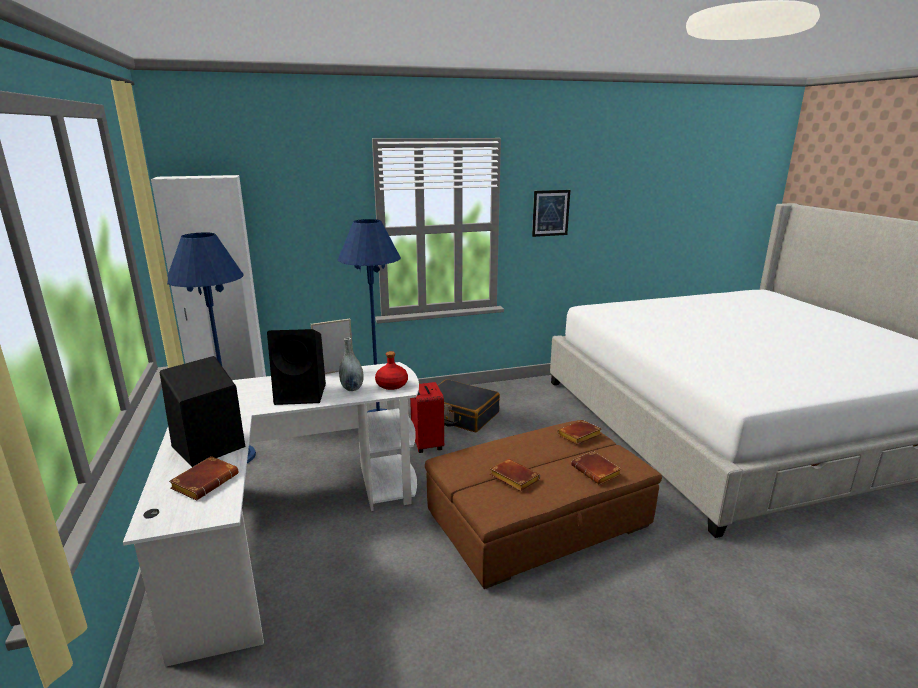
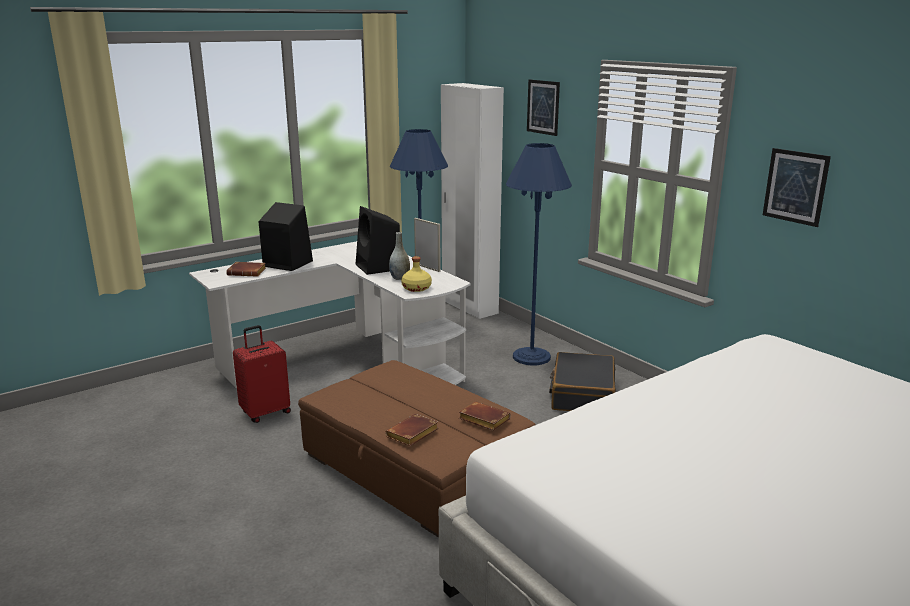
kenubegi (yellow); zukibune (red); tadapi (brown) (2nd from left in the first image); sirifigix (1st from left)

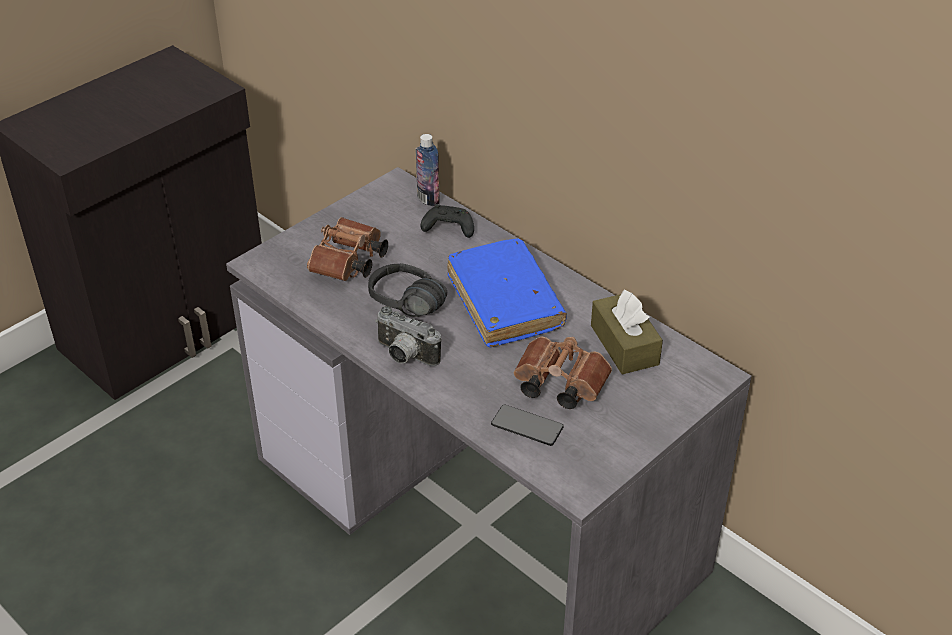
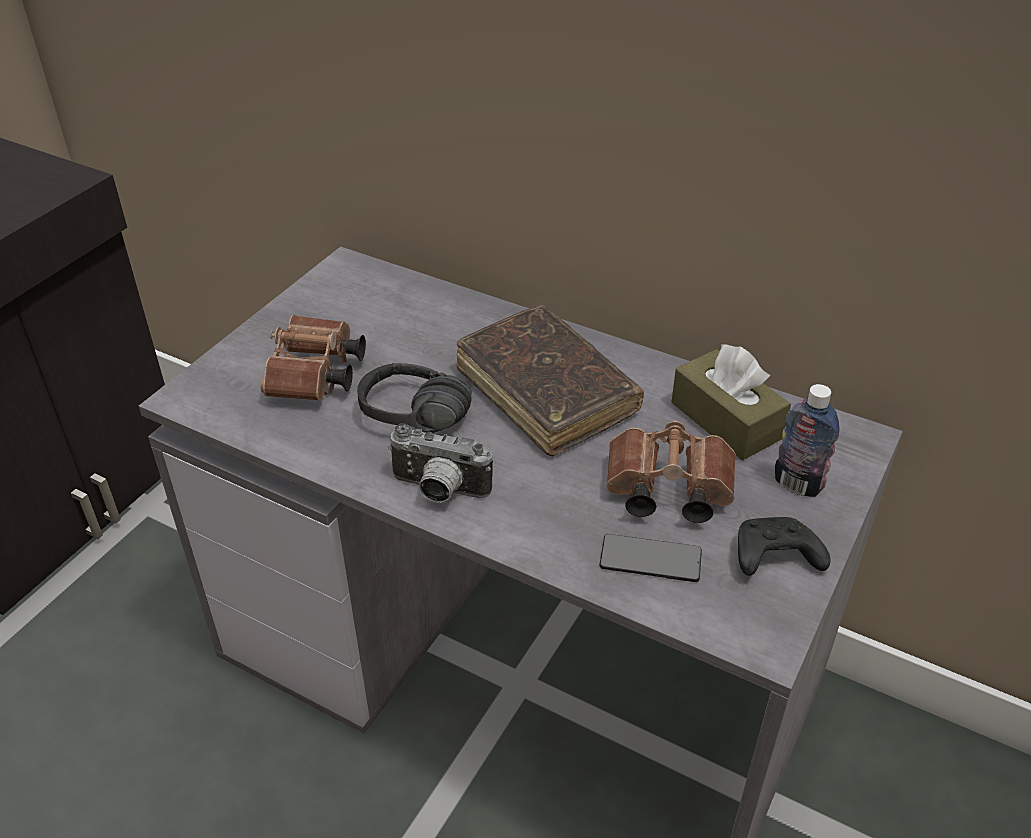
kenubegi; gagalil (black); tadapi (brown)

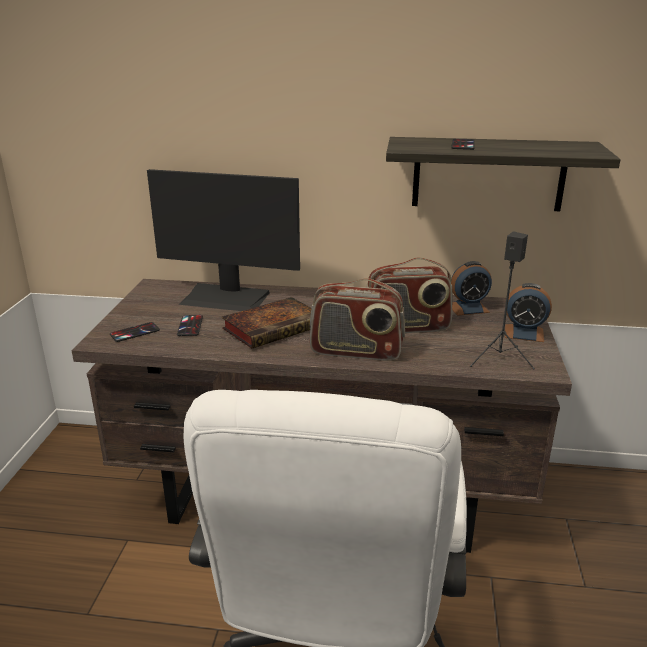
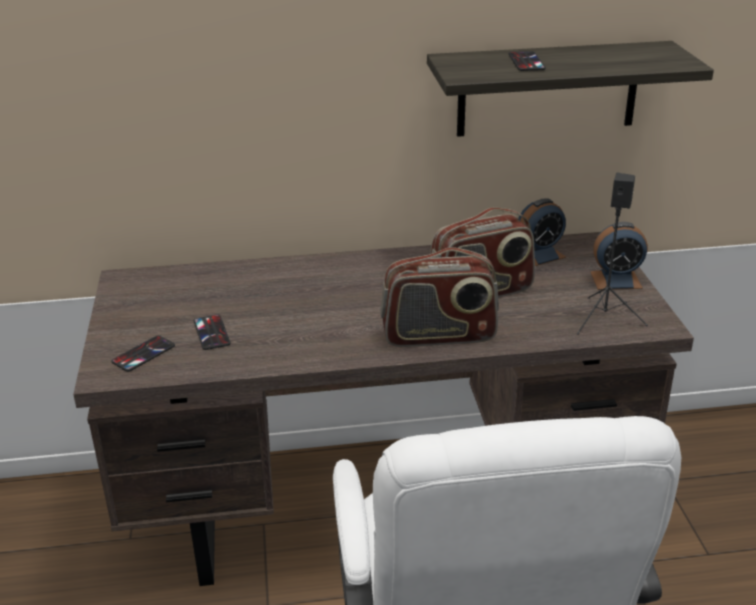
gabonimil; tadapi

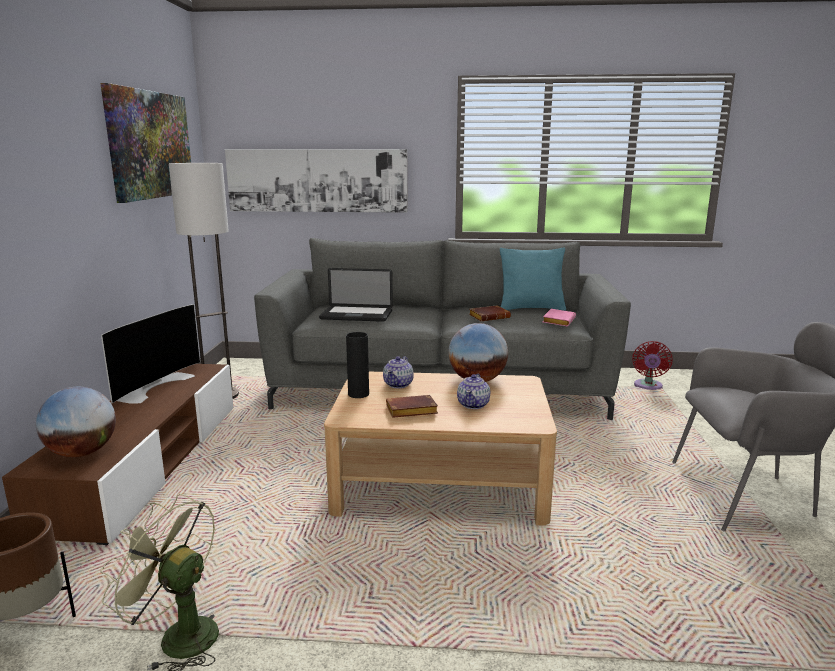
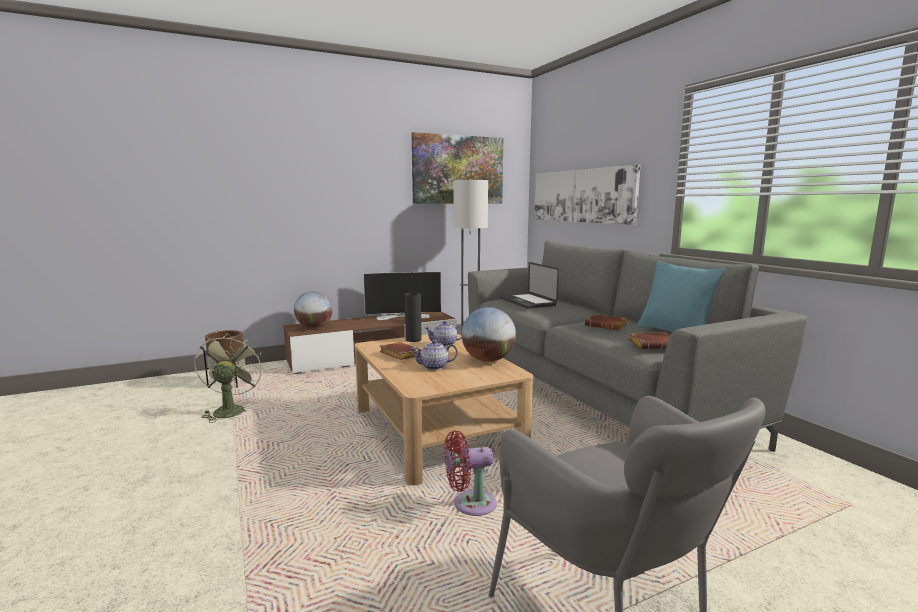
tadapi (brown) (3rd from left); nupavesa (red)

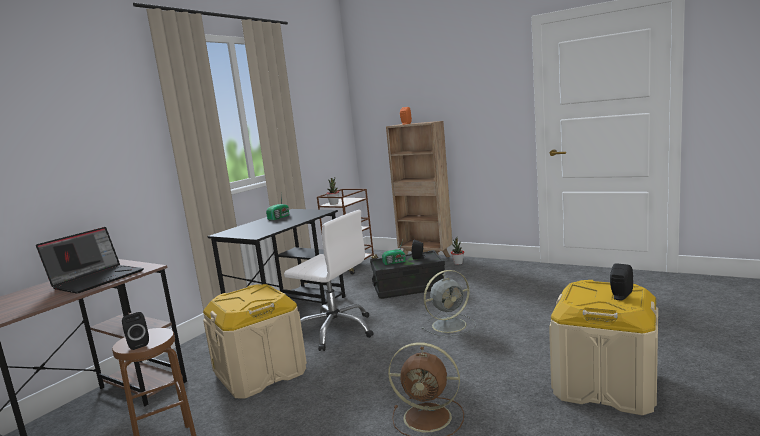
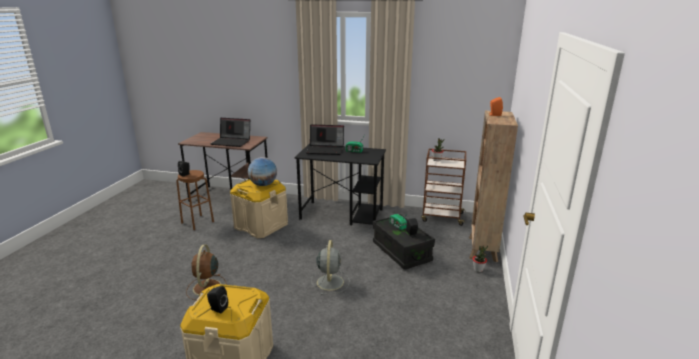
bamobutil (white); nupavesa (grey); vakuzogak (2nd from left); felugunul

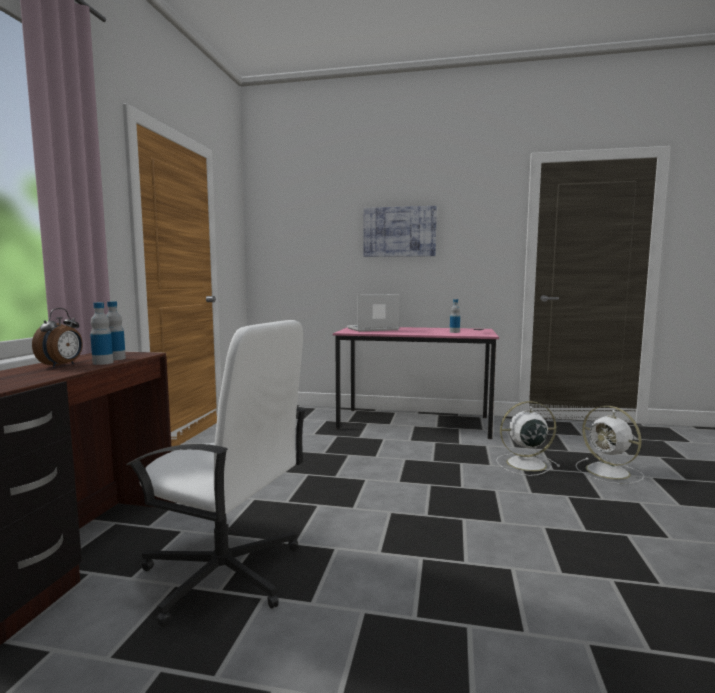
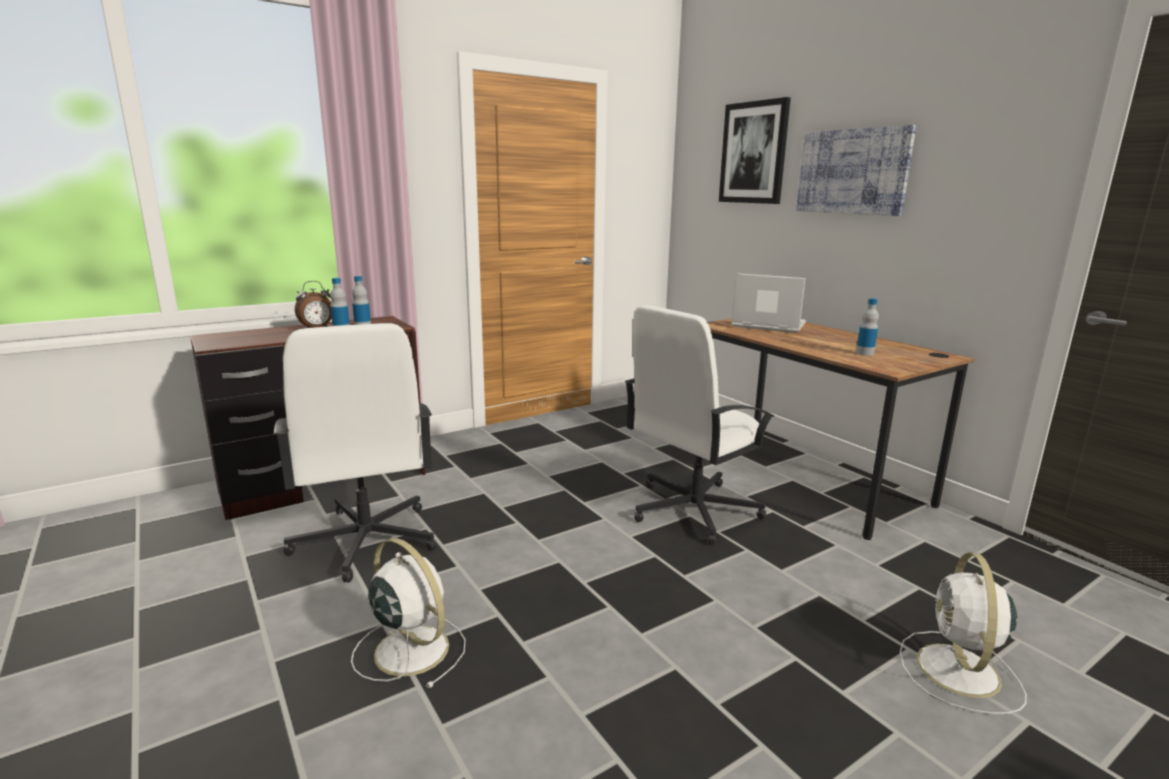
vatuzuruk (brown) (2nd from left); nupavesa (white) (1st from left); sirifigix (1st from left); bamobutil (white) (2nd from left)

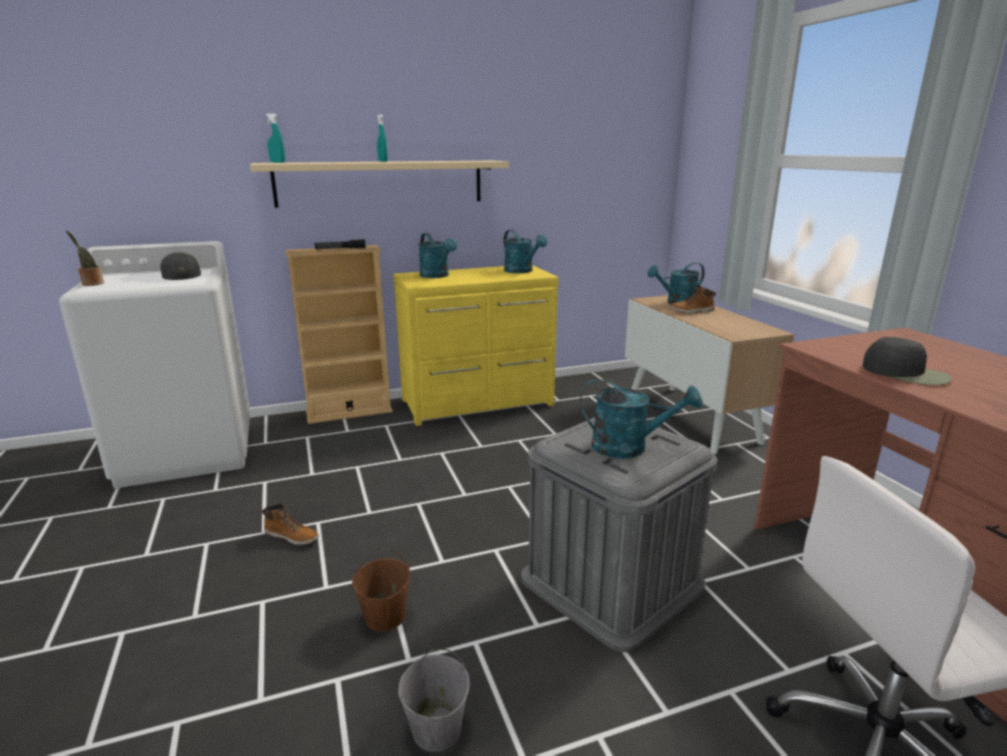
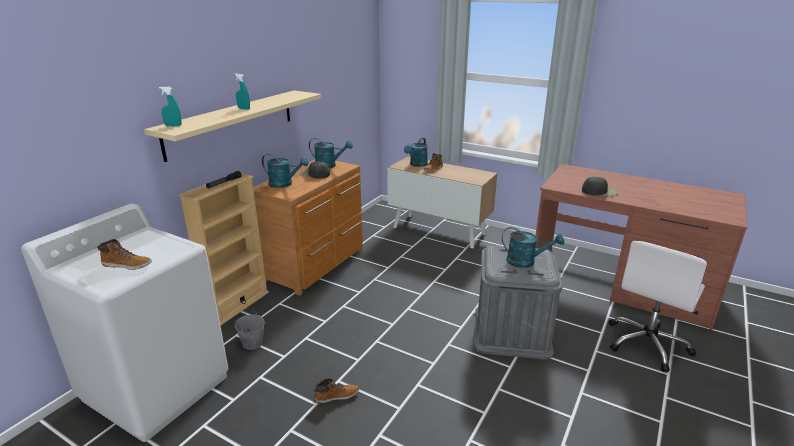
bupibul; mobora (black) (1st from left); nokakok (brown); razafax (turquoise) (4th from left); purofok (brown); purofok (grey); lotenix (1st from left)

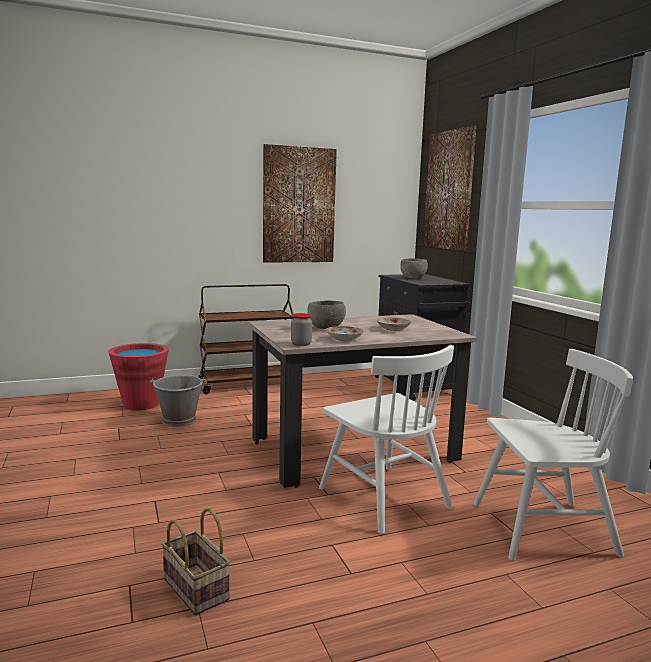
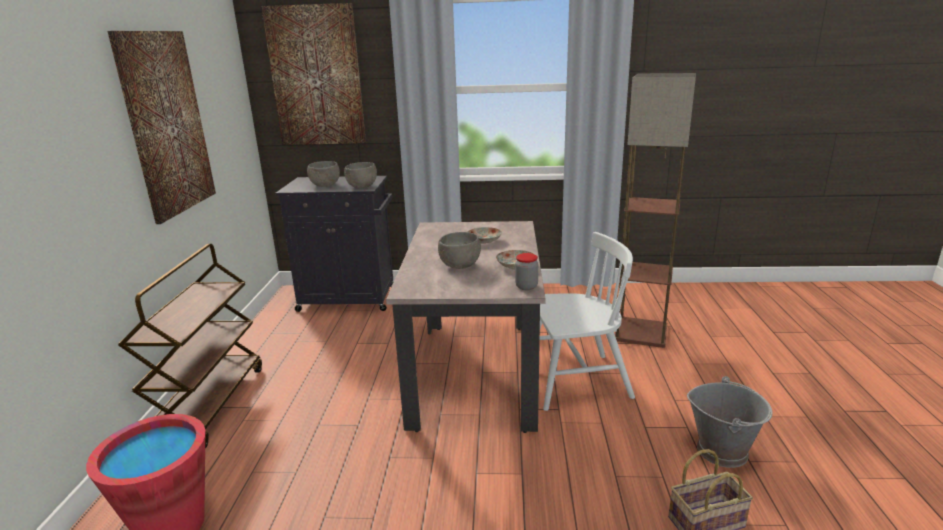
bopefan; purofok (grey); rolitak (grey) (2nd from left)

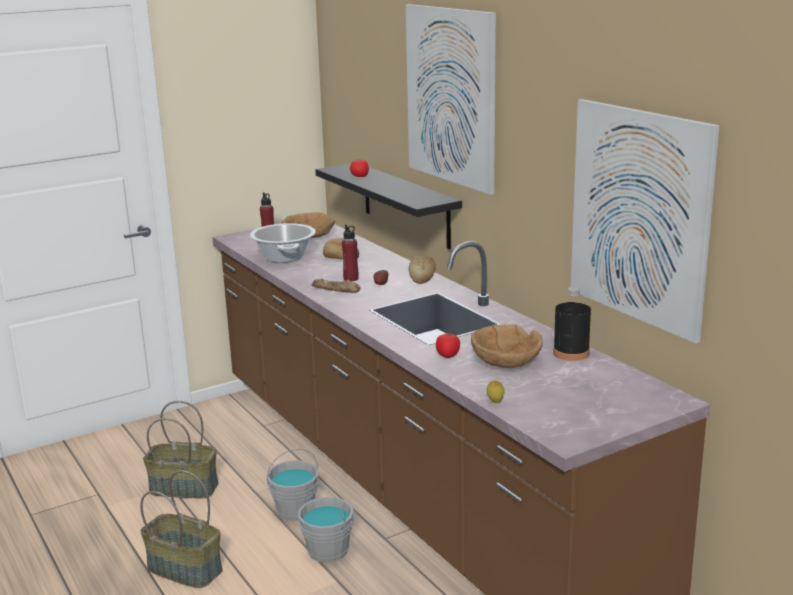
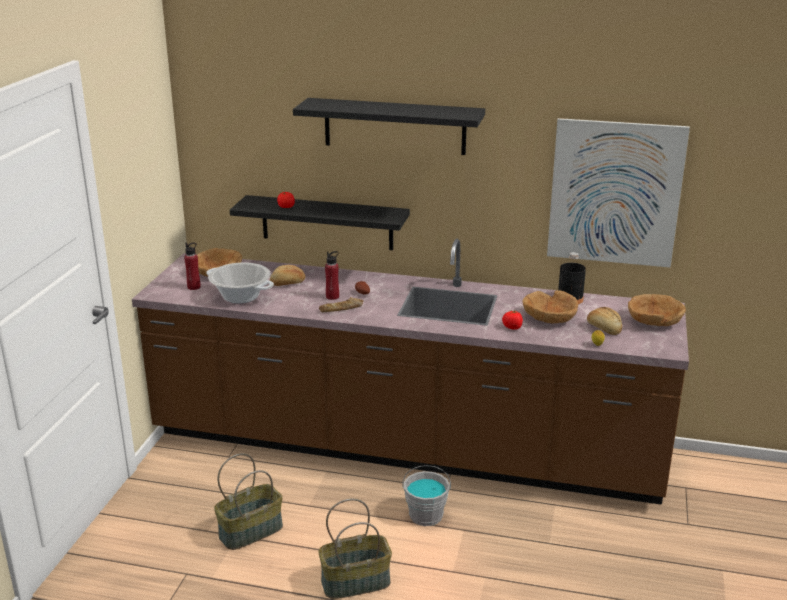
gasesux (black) (2nd from left); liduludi (3rd from left); purofok (grey) (1st from left in the first image); rolitak (brown) (3rd from left)

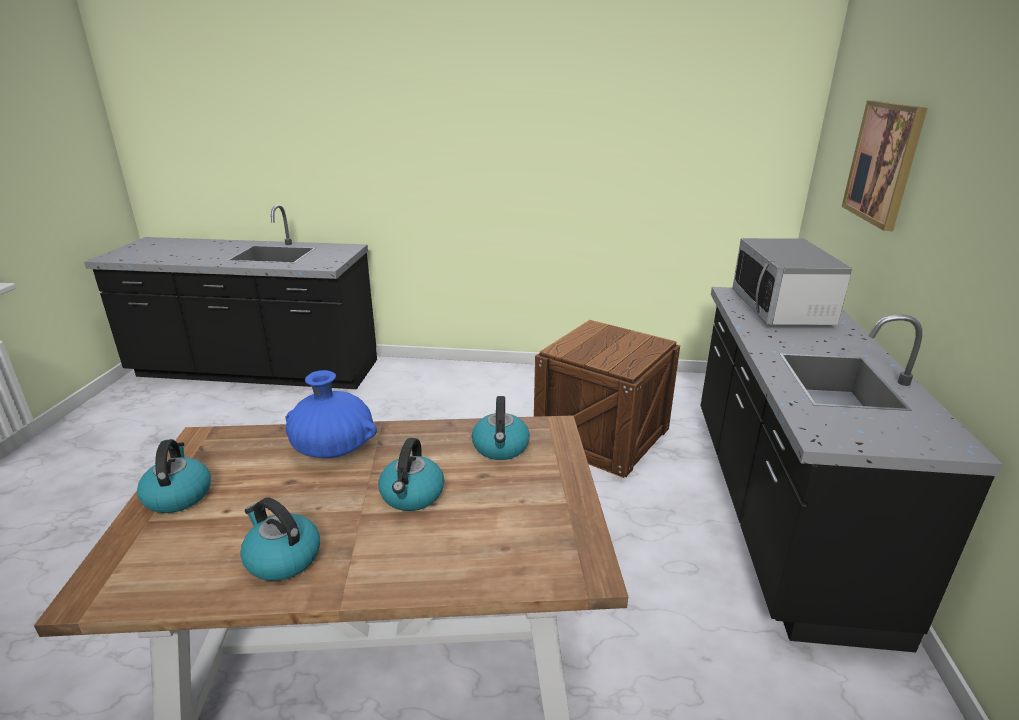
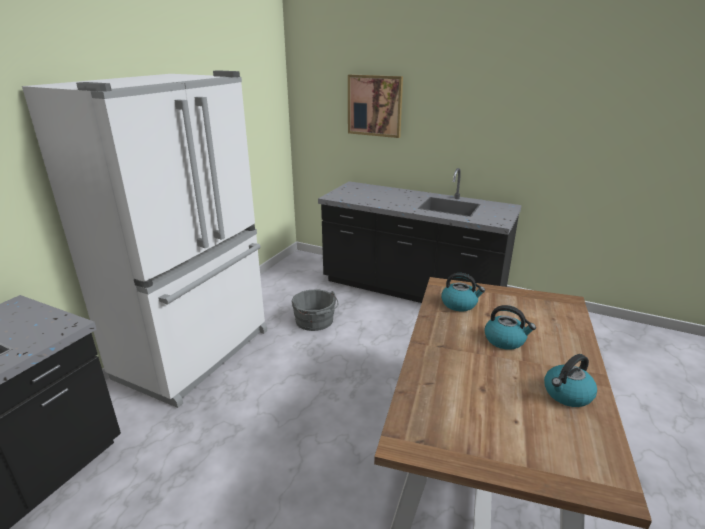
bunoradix; purofok (grey); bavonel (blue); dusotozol (1st from left in the first image); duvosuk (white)

